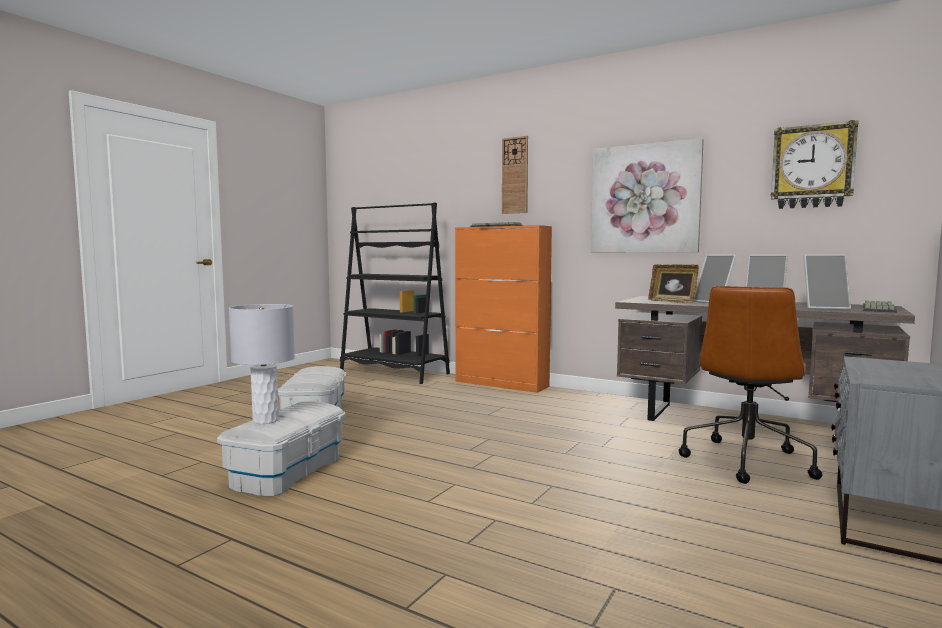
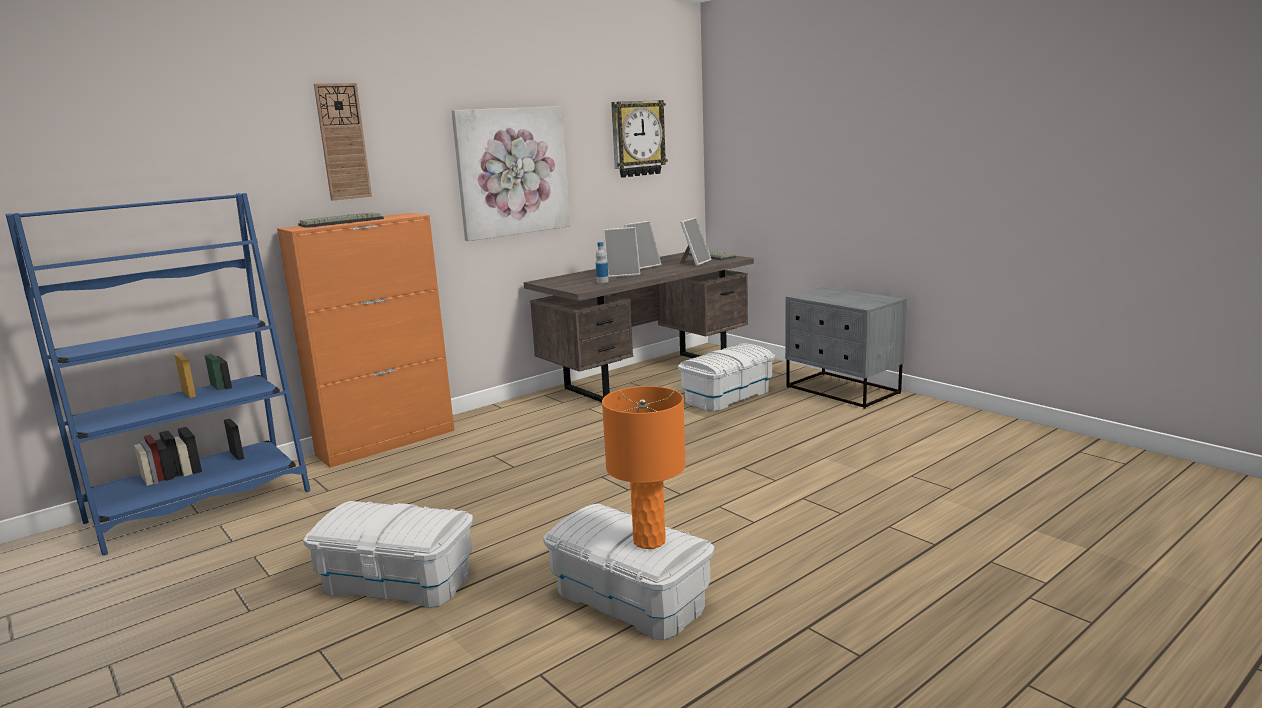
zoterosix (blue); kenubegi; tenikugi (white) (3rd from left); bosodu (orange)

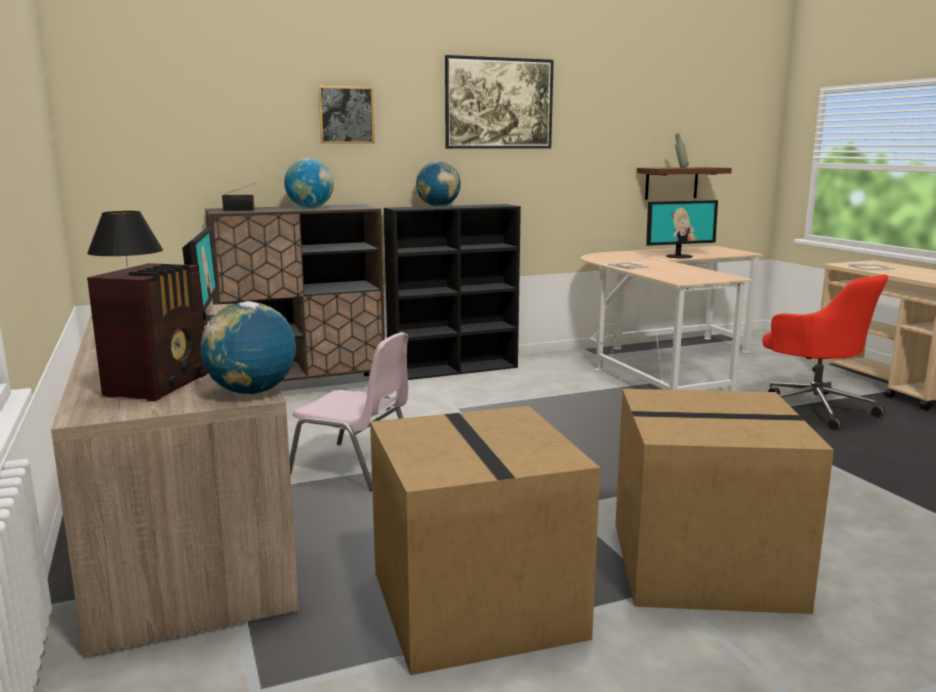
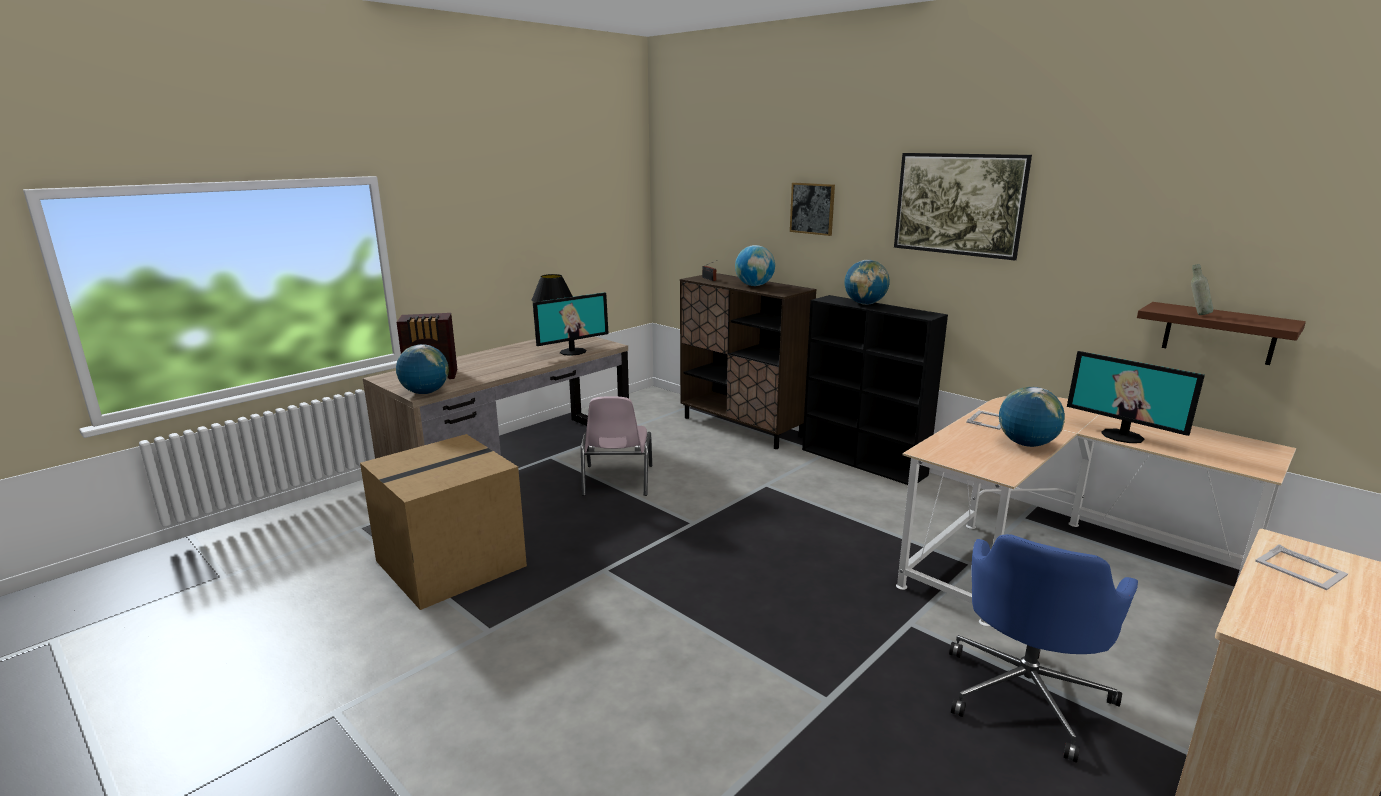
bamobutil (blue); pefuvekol (2nd from left in the first image); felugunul (4th from left)

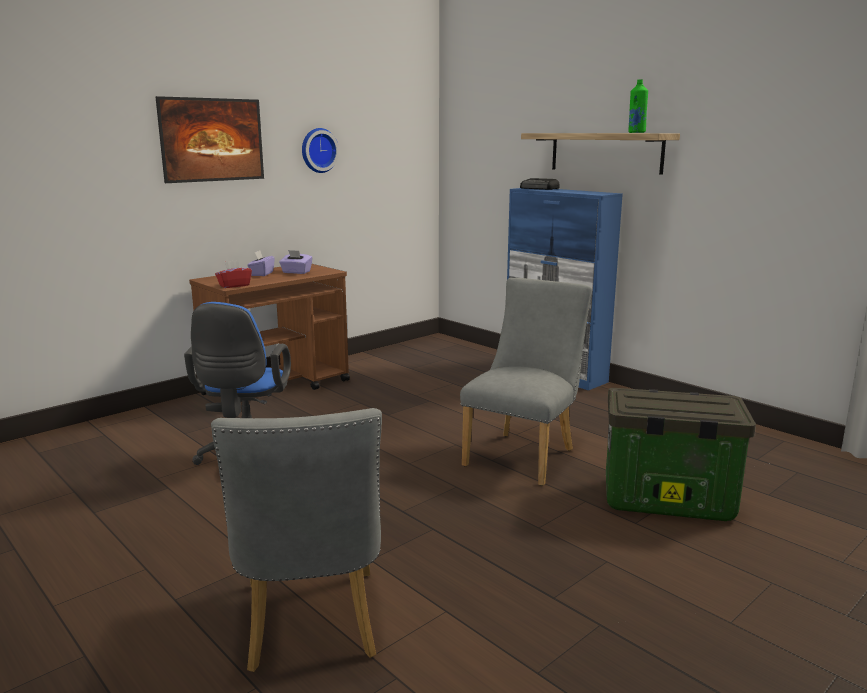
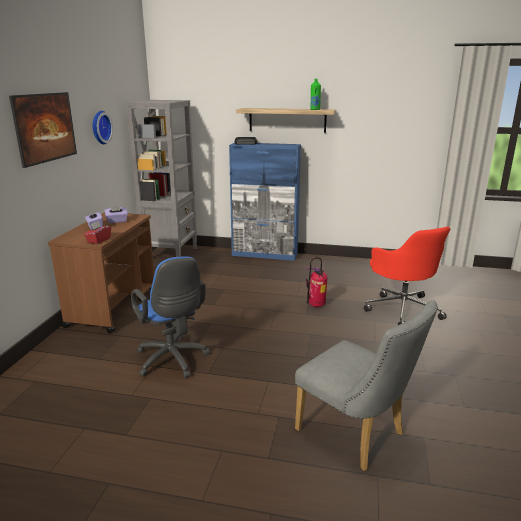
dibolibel; bamobutil (red); zoterosix (grey)

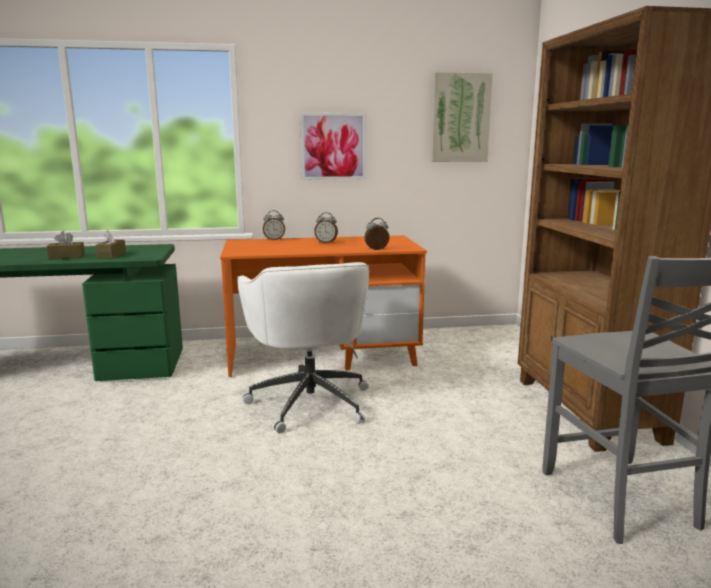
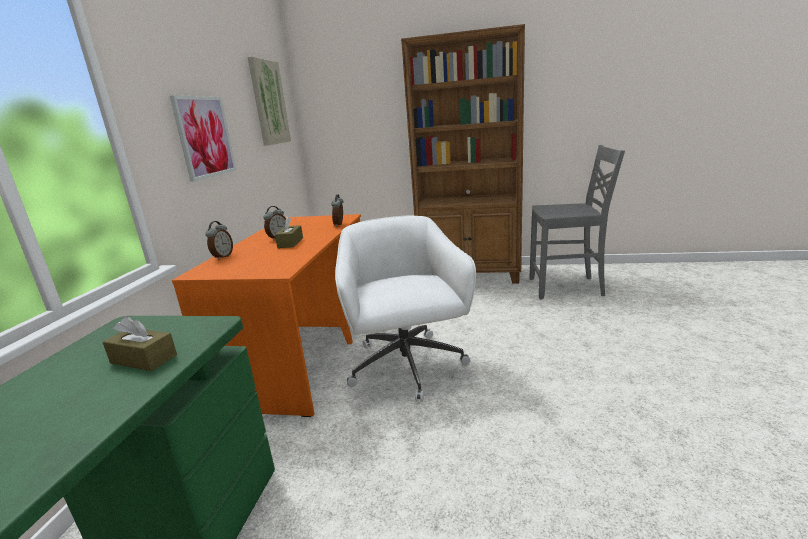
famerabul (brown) (2nd from left); bamobutil (white)

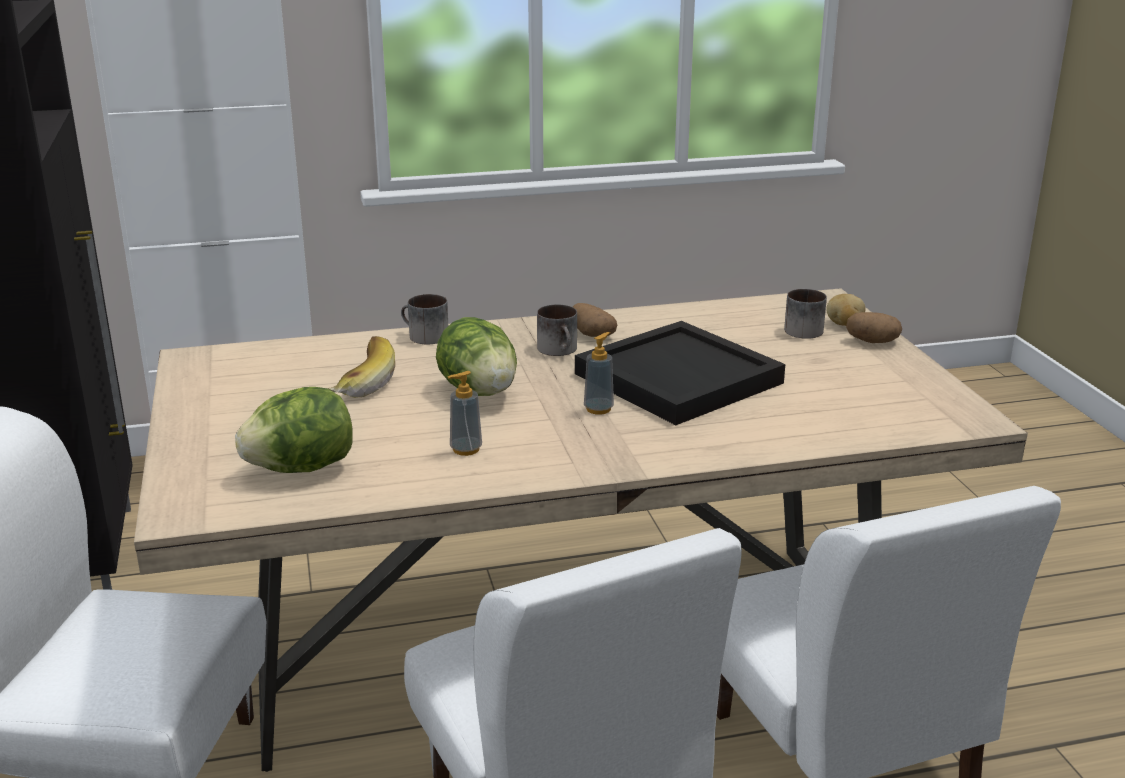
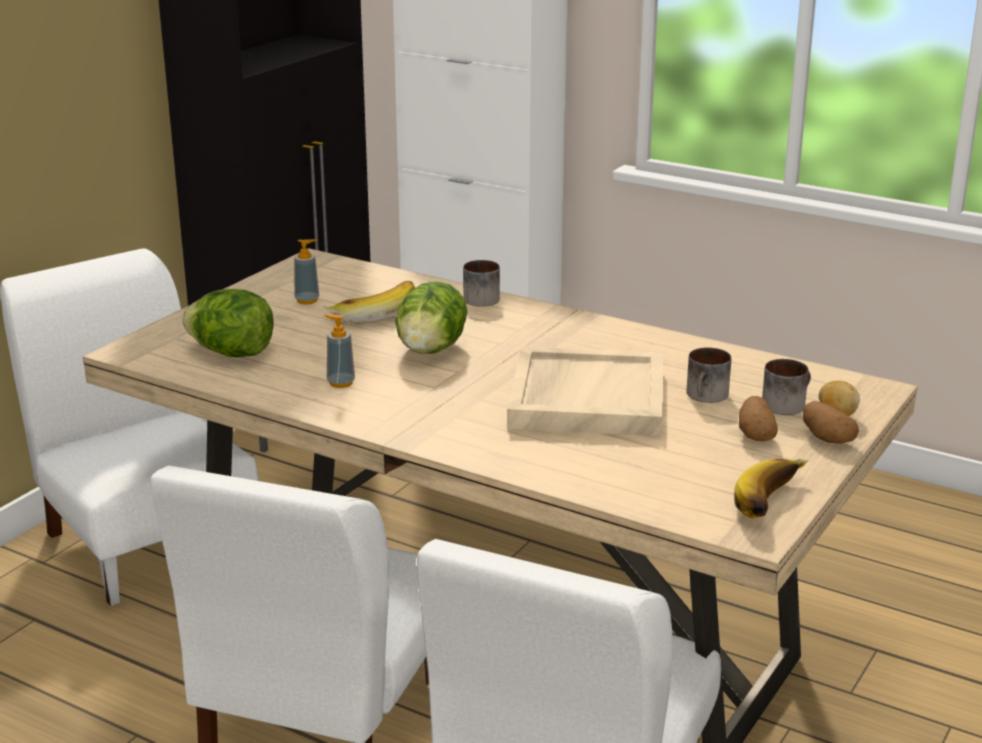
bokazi (1st from left); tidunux (2nd from left); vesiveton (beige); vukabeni (1st from left); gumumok (2nd from left)

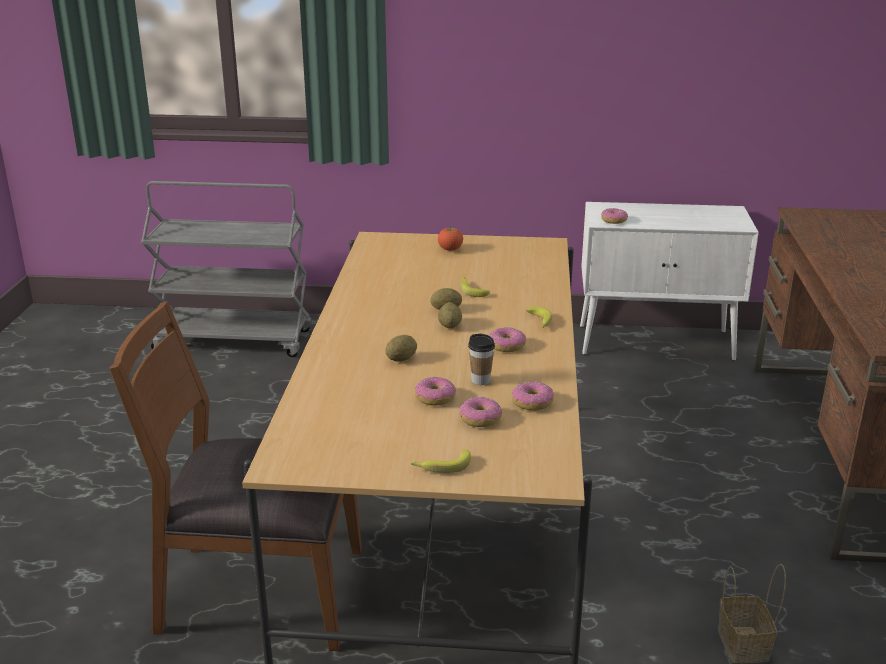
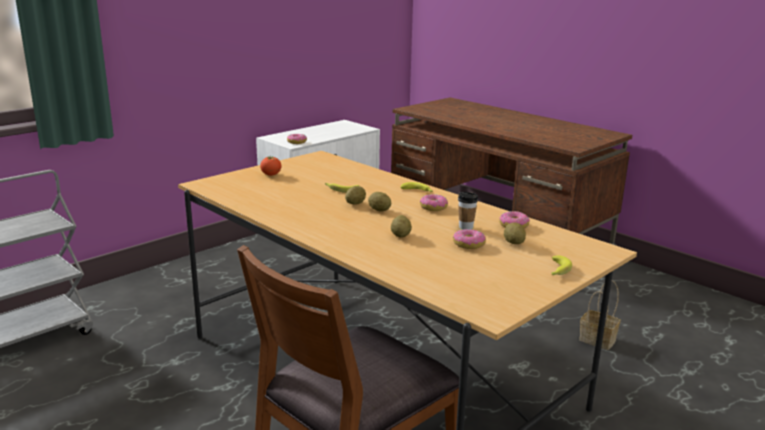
bokazi (4th from left)

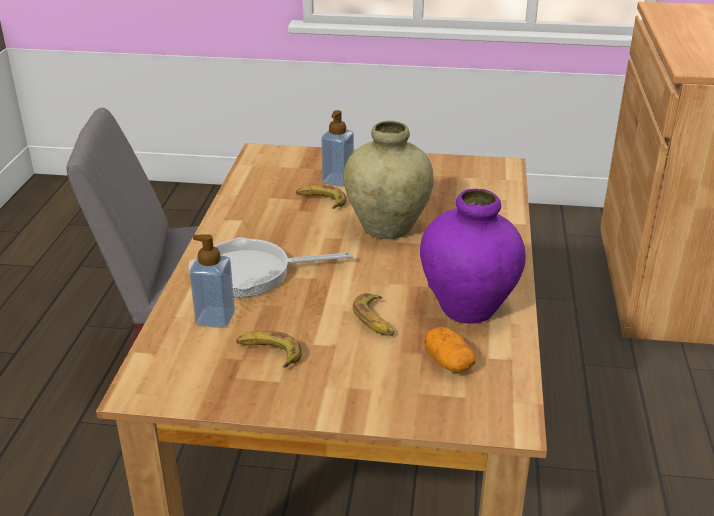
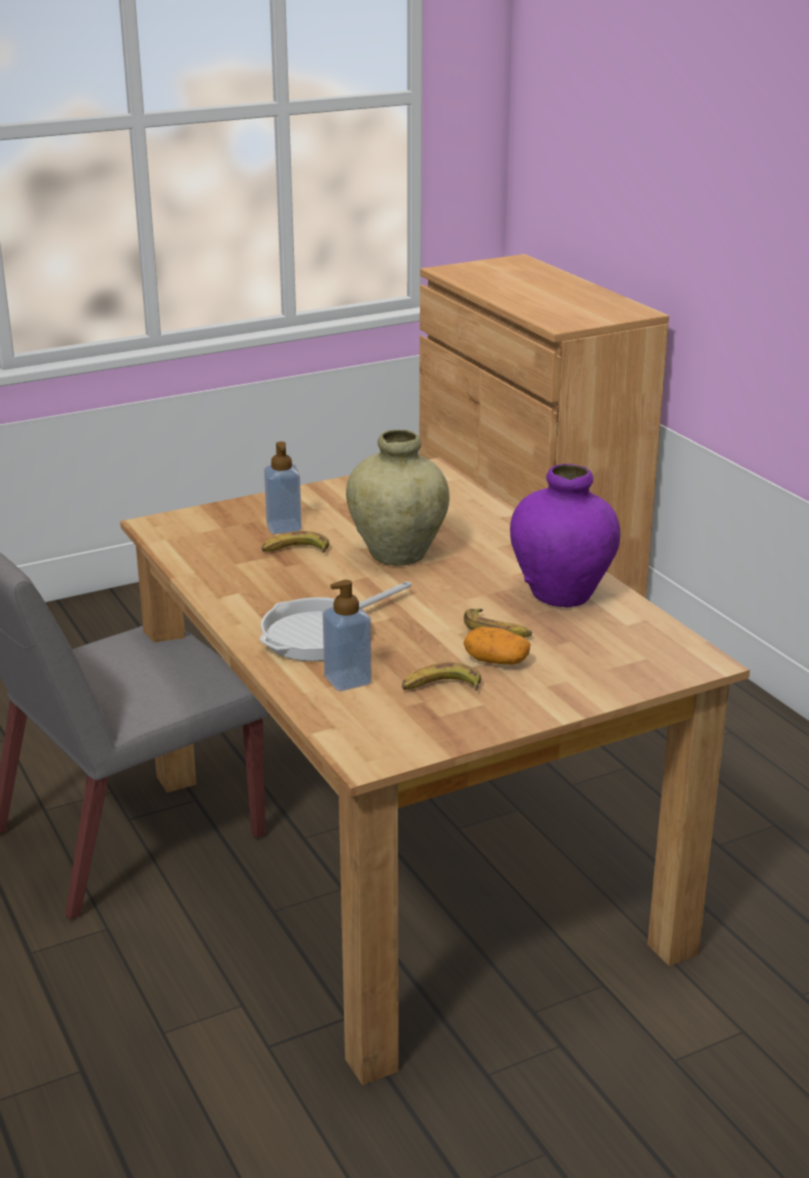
bokazi

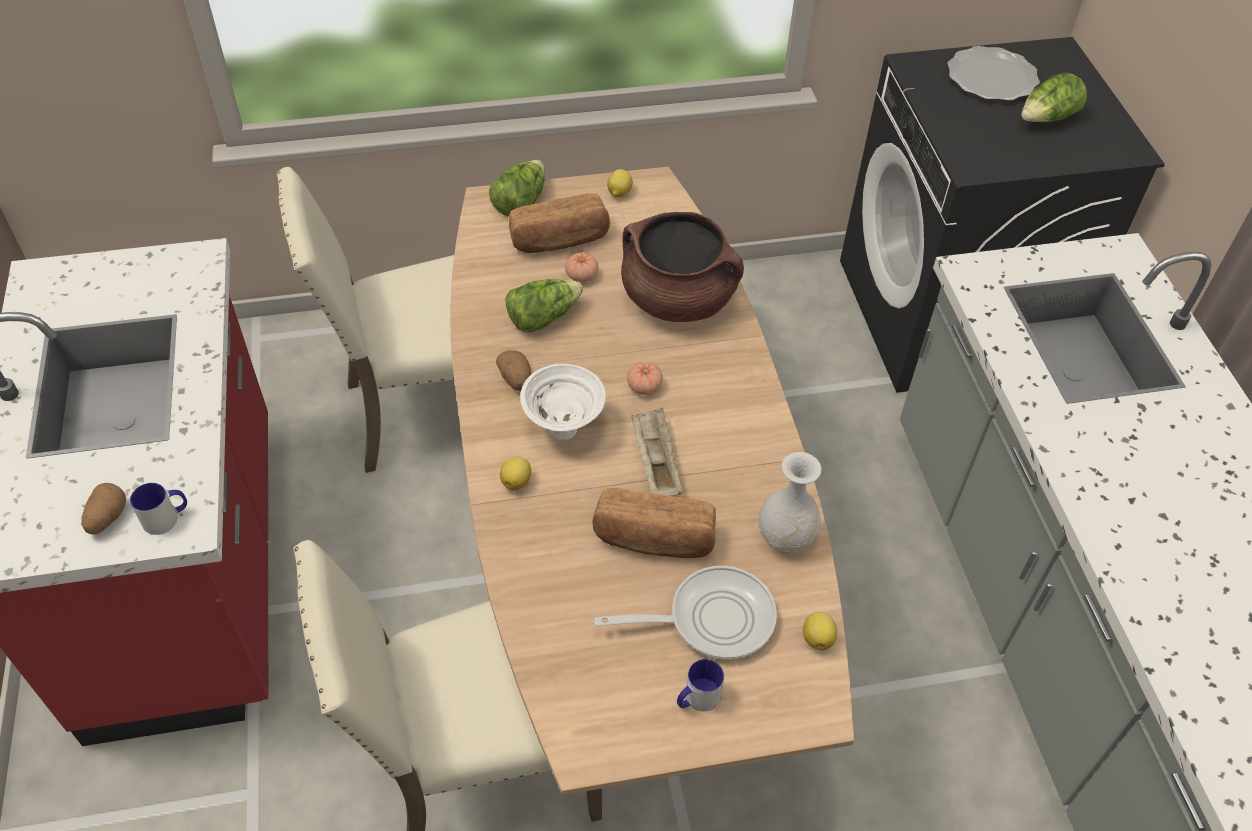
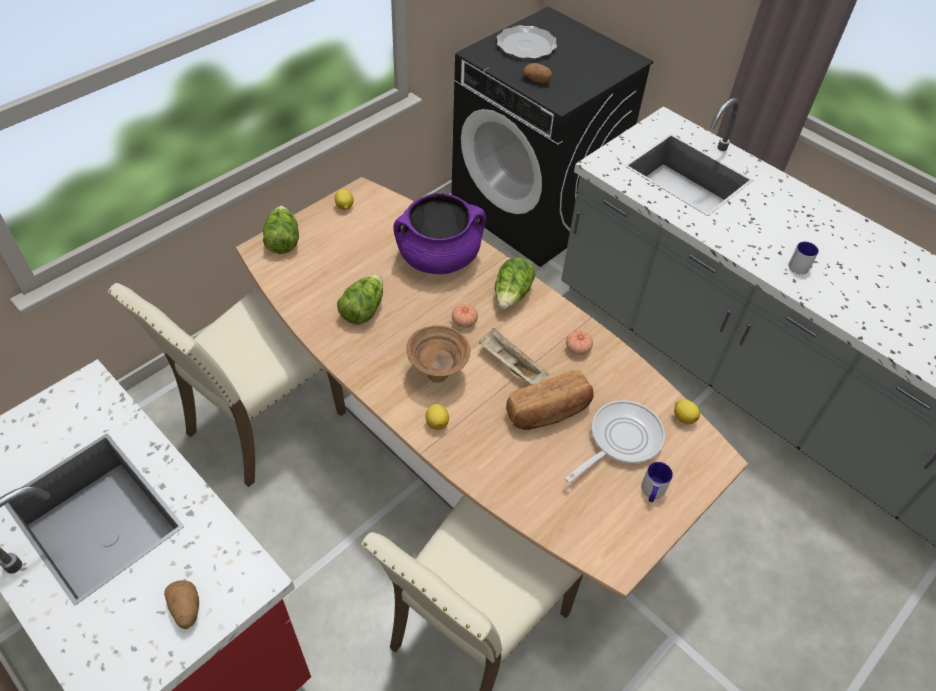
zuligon (3rd from left); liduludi (1st from left in the first image); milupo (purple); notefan (2nd from left); bokazi (2nd from left); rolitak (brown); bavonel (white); tidunux (2nd from left)

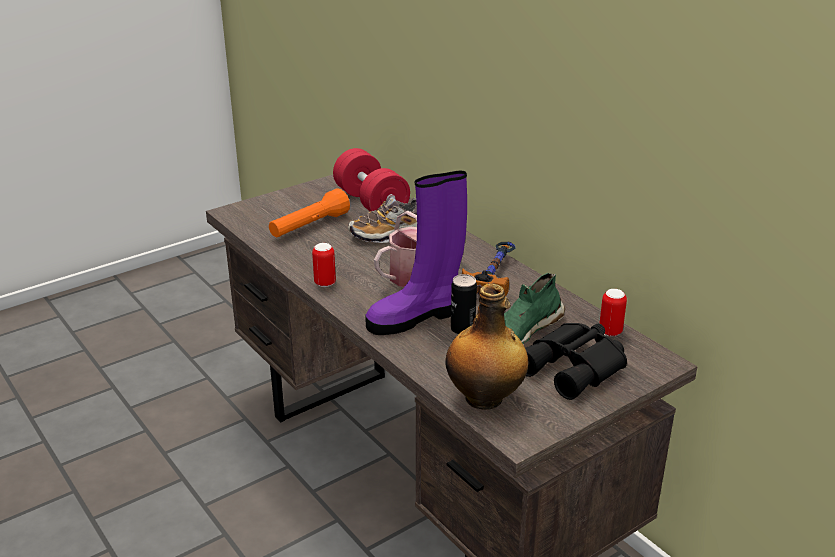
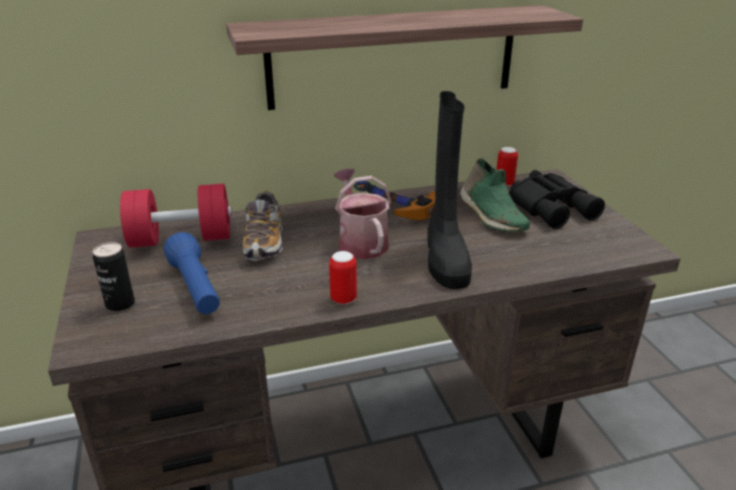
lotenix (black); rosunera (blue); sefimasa (1st from left); kenubegi; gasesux

